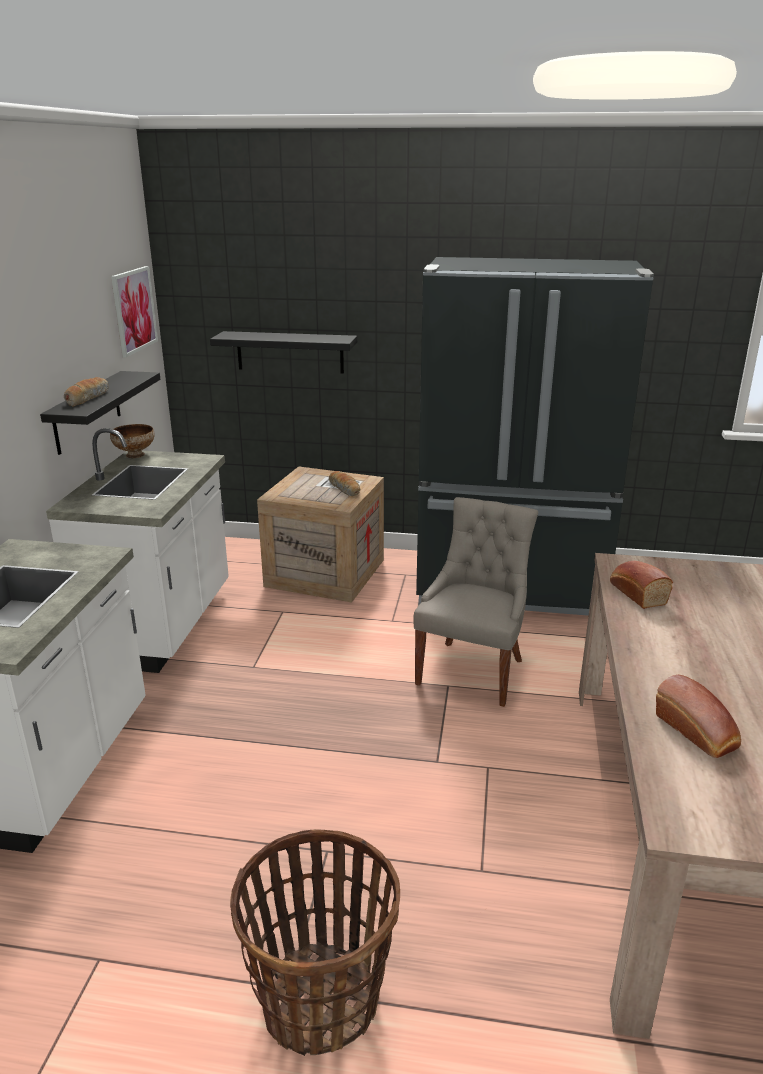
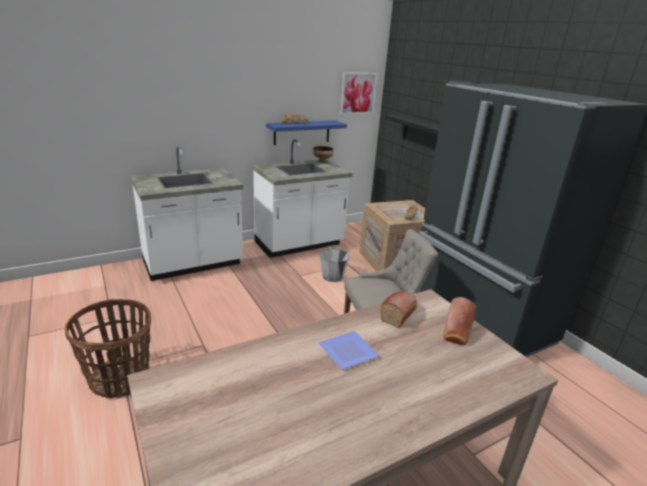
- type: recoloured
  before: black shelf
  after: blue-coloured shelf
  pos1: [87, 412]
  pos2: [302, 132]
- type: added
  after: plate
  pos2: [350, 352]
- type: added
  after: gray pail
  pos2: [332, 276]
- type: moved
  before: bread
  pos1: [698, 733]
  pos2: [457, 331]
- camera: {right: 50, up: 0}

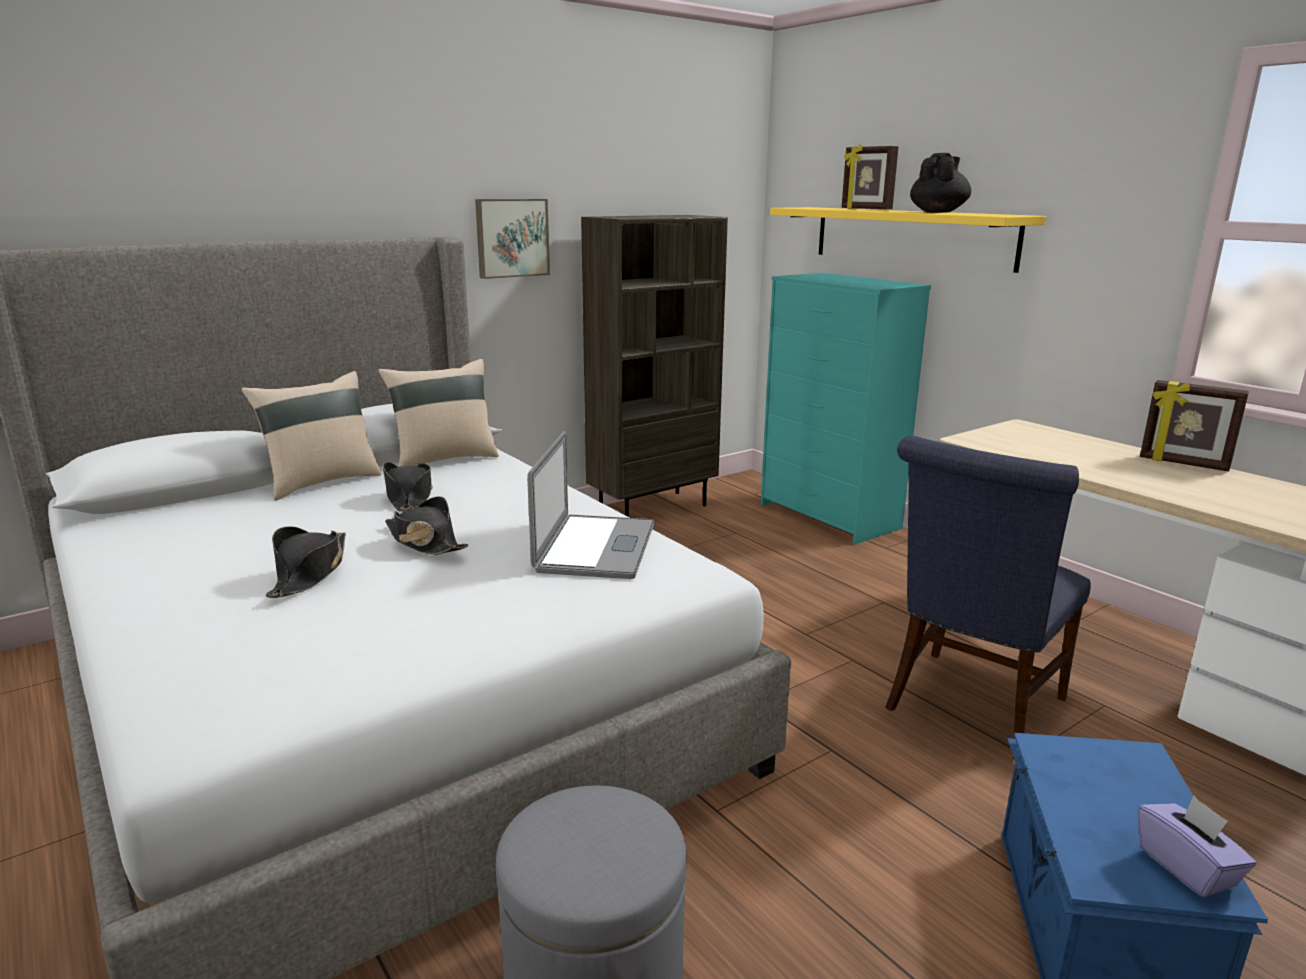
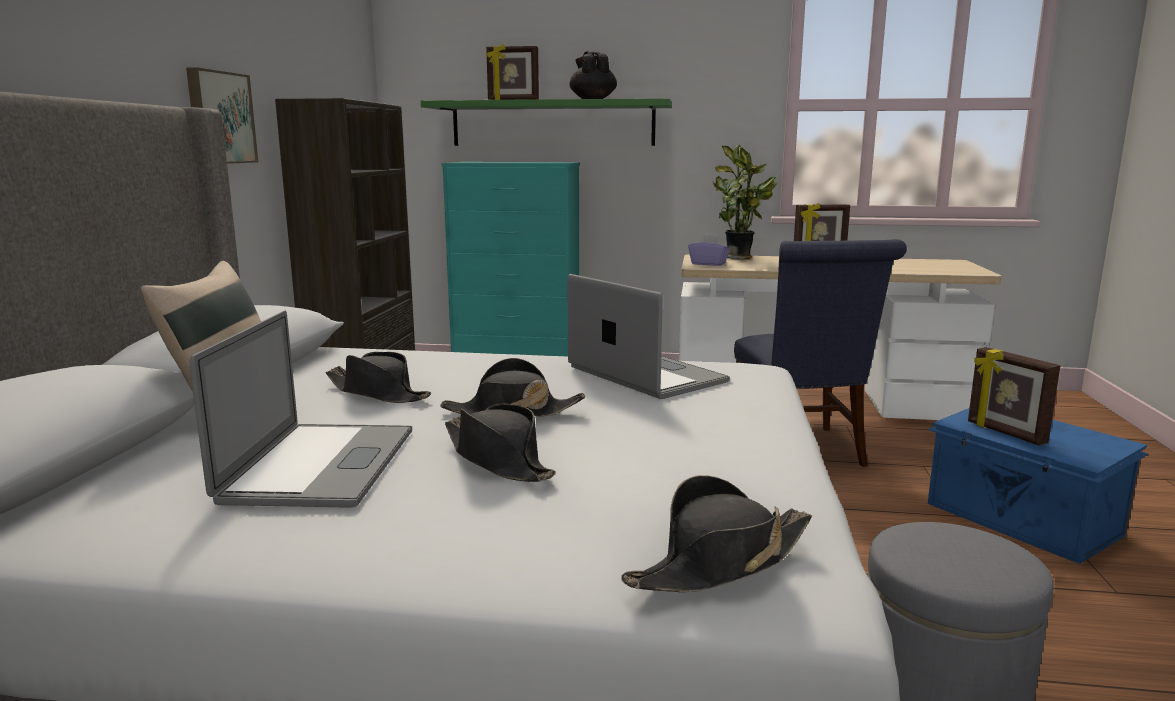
- type: added
  after: portable computer
  pos2: [320, 464]
- type: recoloured
  before: yellowish shelf
  after: greenish shelf
  pos1: [911, 237]
  pos2: [552, 124]
- type: added
  after: black clothing hat
  pos2: [720, 563]
- type: moved
  before: purple box of tissues
  pos1: [1187, 867]
  pos2: [708, 264]
- type: added
  after: houseplant
  pos2: [741, 258]
- type: added
  after: picture frame
  pos2: [1005, 433]
- type: removed
  before: beige throw pillow
  pos1: [444, 459]
- camera: {right: -45, up: -5}

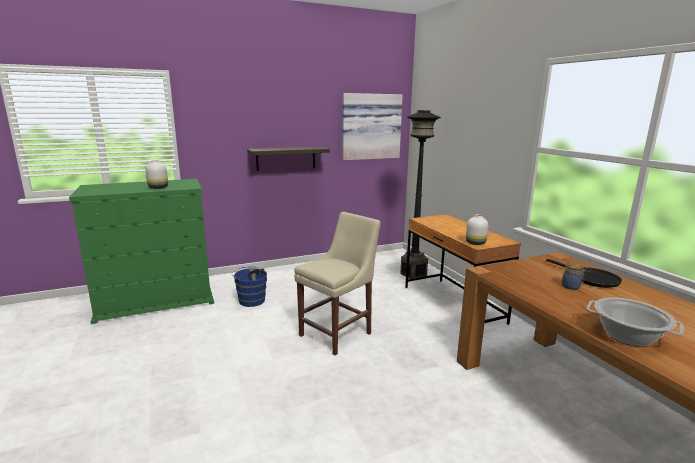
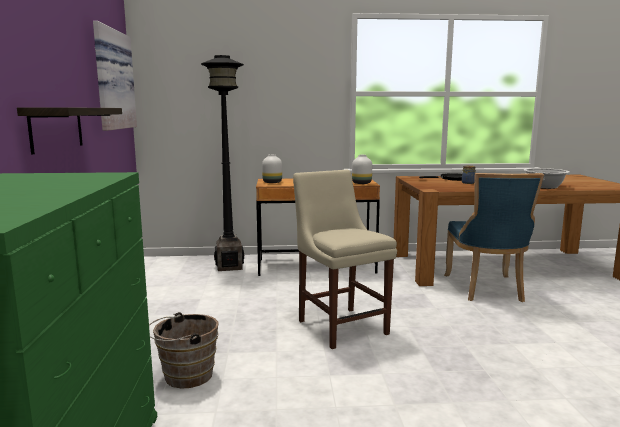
- type: recoloured
  before: blue-coloured pail
  after: brownish pail
  pos1: [251, 300]
  pos2: [184, 376]
- type: moved
  before: white vase
  pos1: [157, 188]
  pos2: [272, 182]
- type: added
  after: blue-coloured upright chair
  pos2: [486, 289]
- camera: {right: -70, up: -5}

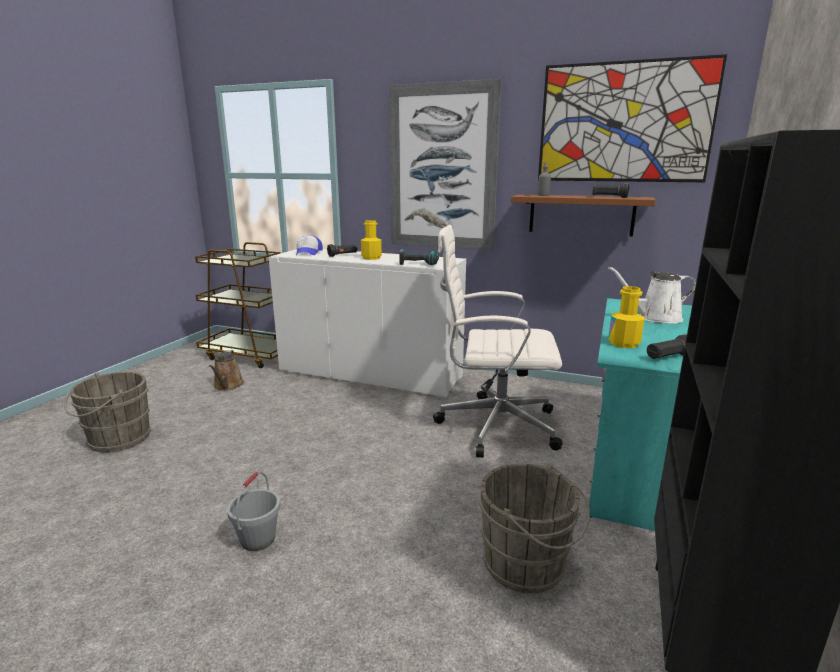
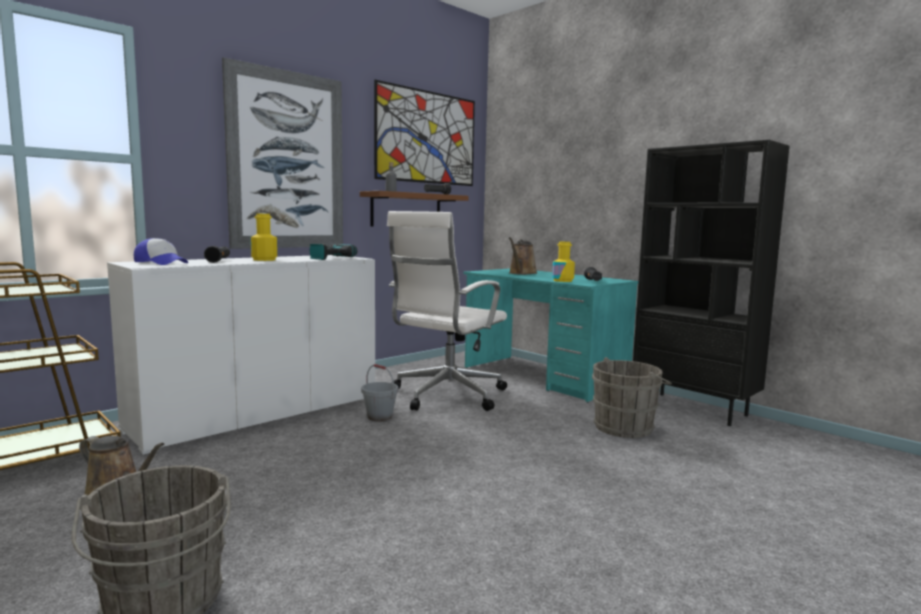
- type: moved
  before: gray pail
  pos1: [257, 539]
  pos2: [379, 417]
- type: recoloured
  before: white watering pot
  after: brownish watering pot
  pos1: [655, 318]
  pos2: [521, 273]
- camera: {right: -65, up: -10}

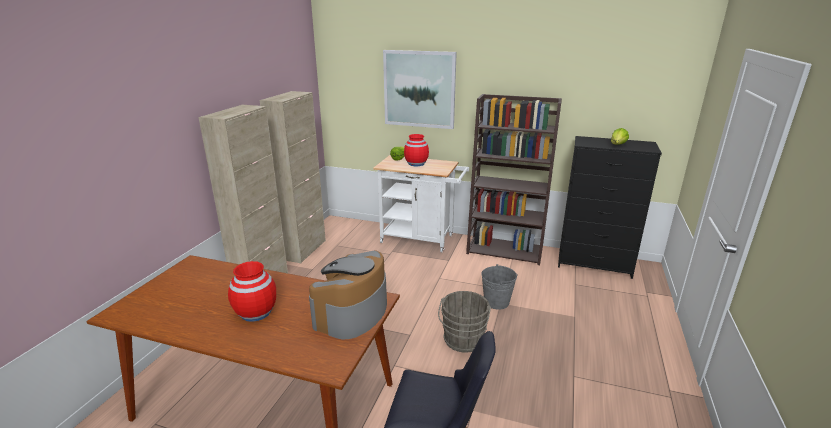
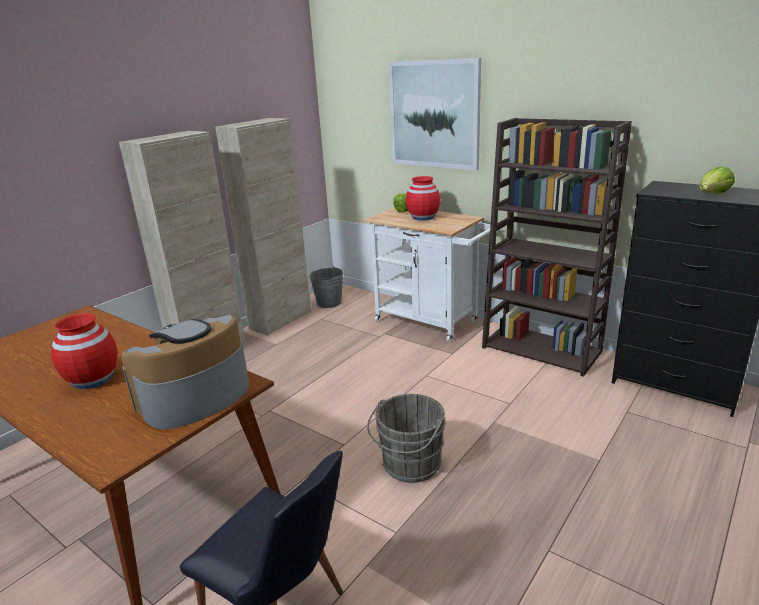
- type: moved
  before: gray pail
  pos1: [496, 302]
  pos2: [329, 302]
- camera: {right: 20, up: 0}

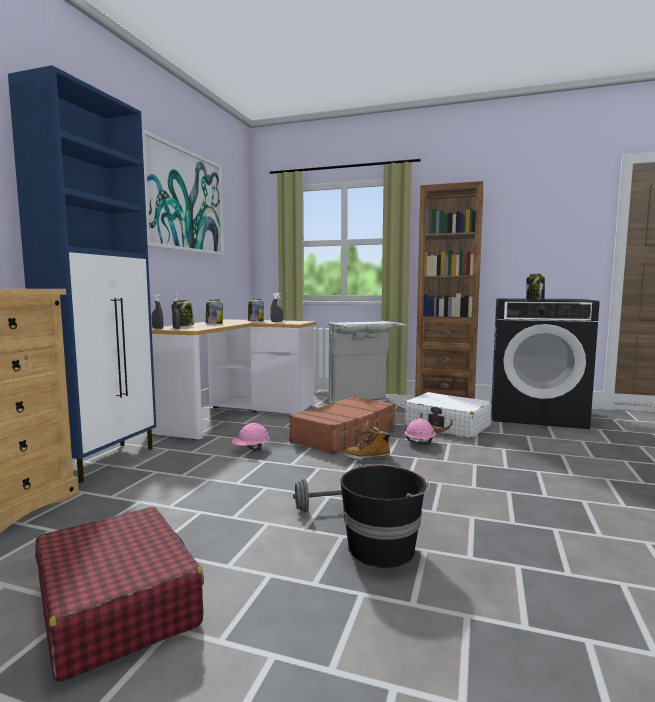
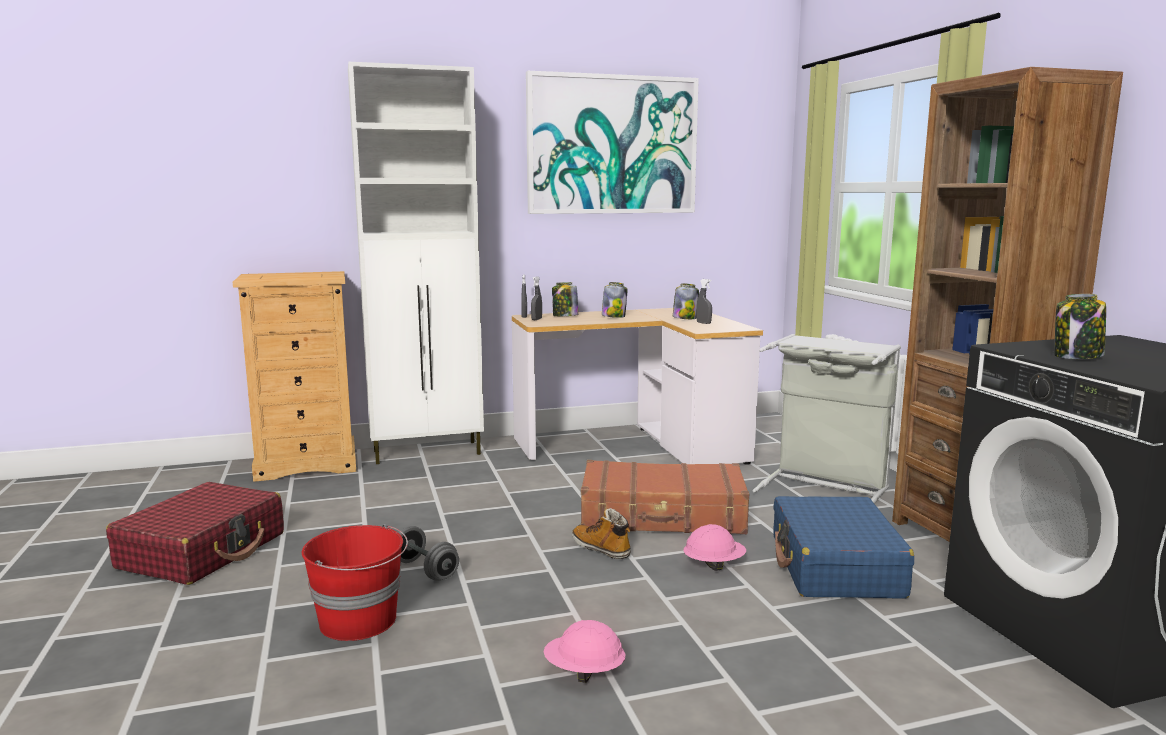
- type: recoloured
  before: black pail
  after: red-coloured pail
  pos1: [383, 548]
  pos2: [360, 621]
- type: recoloured
  before: blue-coloured cabinet
  after: white cabinet
  pos1: [105, 461]
  pos2: [428, 452]
- type: moved
  before: pinkish work helmet
  pos1: [251, 449]
  pos2: [584, 672]
- type: recoloured
  before: white suitcase
  after: blue-coloured suitcase
  pos1: [447, 426]
  pos2: [835, 566]
- camera: {right: 55, up: 5}

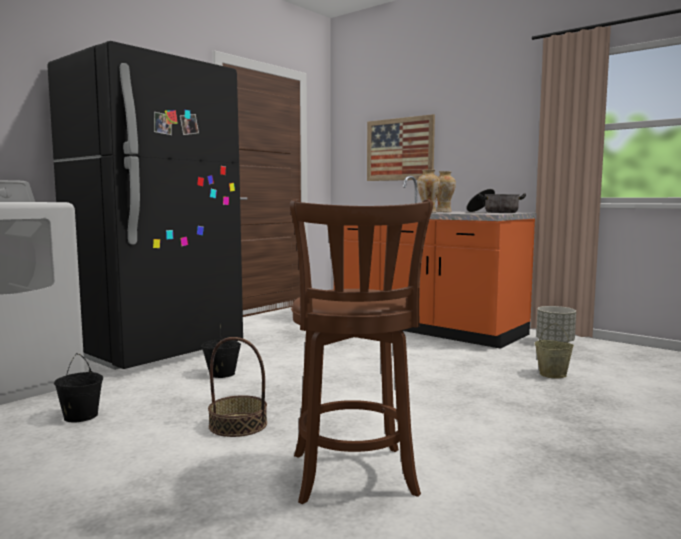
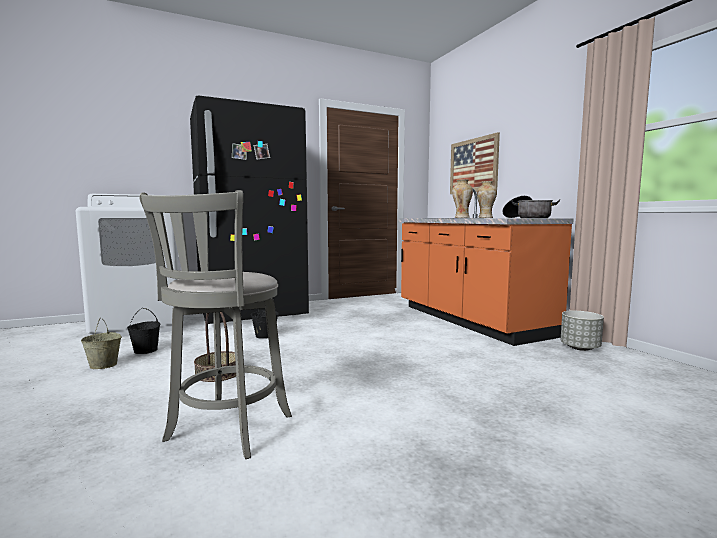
- type: moved
  before: beige pail
  pos1: [553, 374]
  pos2: [104, 365]
- type: recoloured
  before: brownish sitting stool
  after: gray sitting stool
  pos1: [354, 478]
  pos2: [226, 431]
- camera: {right: 25, up: 0}

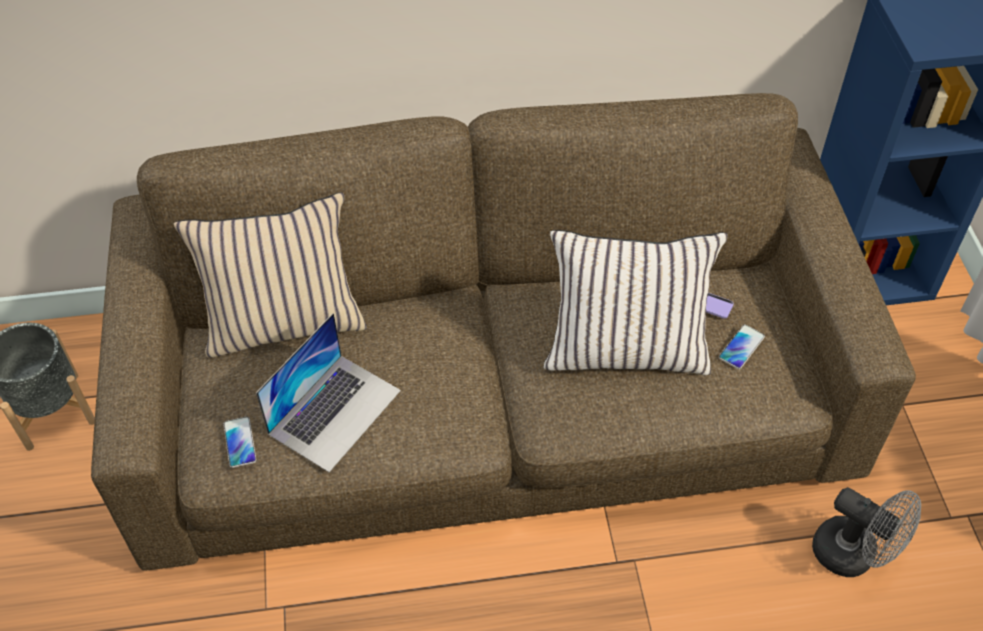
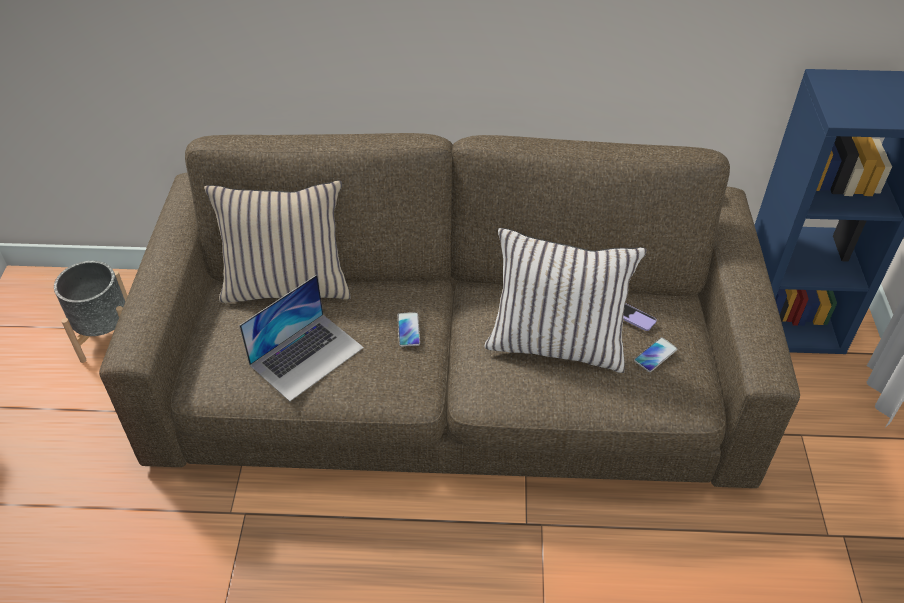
- type: moved
  before: telephone
  pos1: [240, 442]
  pos2: [408, 330]
- type: removed
  before: gray electric fan
  pos1: [853, 555]
- camera: {right: 10, up: -5}

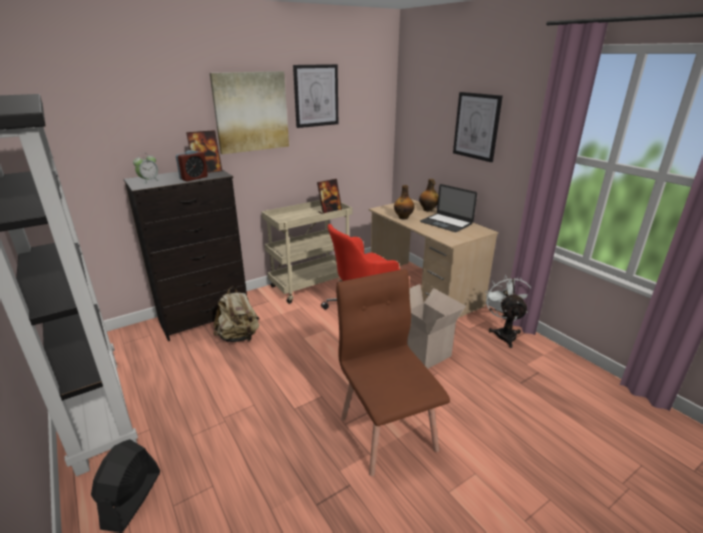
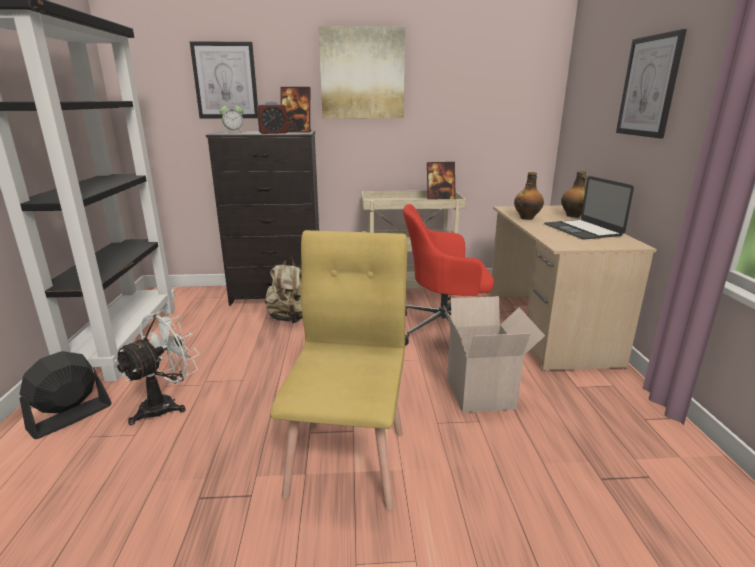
- type: moved
  before: white electric fan
  pos1: [504, 333]
  pos2: [166, 404]
- type: moved
  before: picture
  pos1: [316, 96]
  pos2: [225, 81]
- type: recoloured
  before: brownish upright chair
  after: yellowish upright chair
  pos1: [388, 432]
  pos2: [348, 461]
- camera: {right: 30, up: -5}

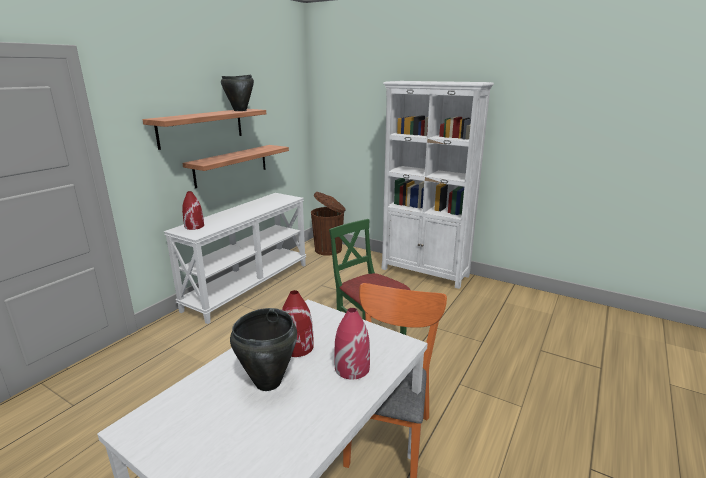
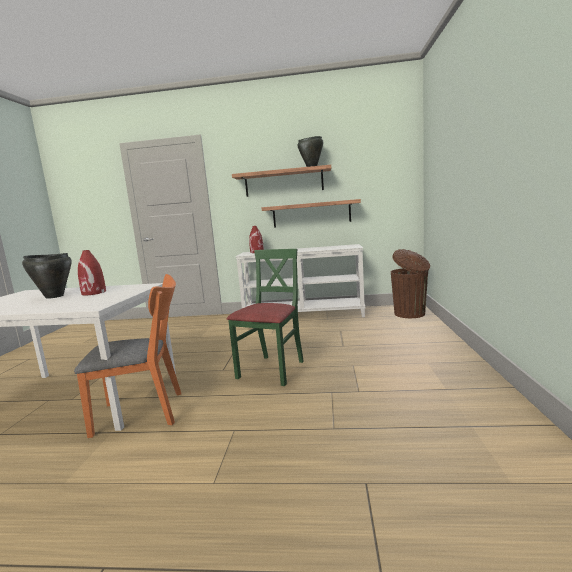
- type: removed
  before: red-coloured vase
  pos1: [352, 368]
- type: removed
  before: white bookshelf
  pos1: [425, 272]
- camera: {right: 65, up: -10}

